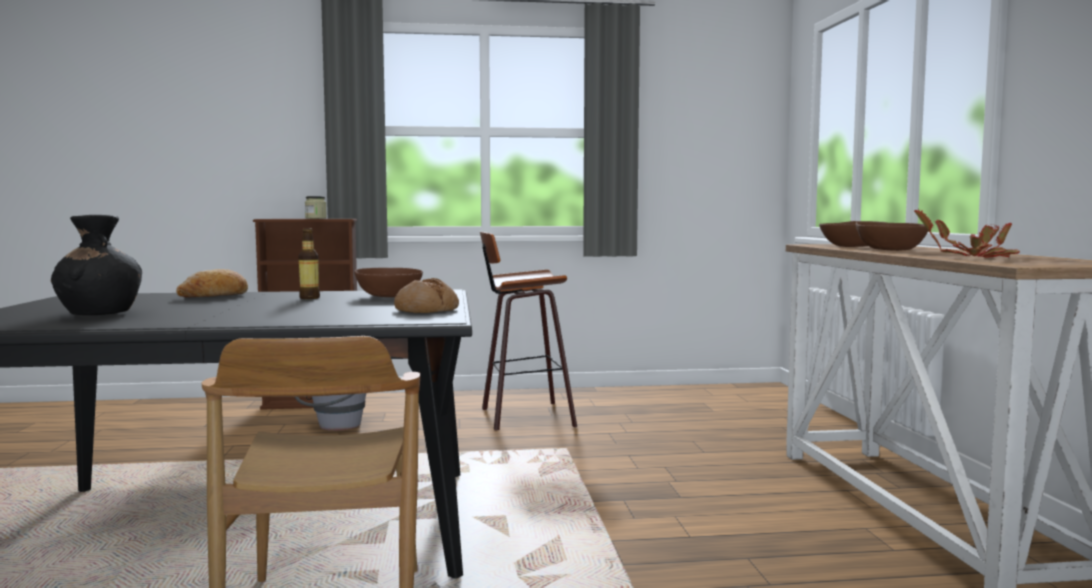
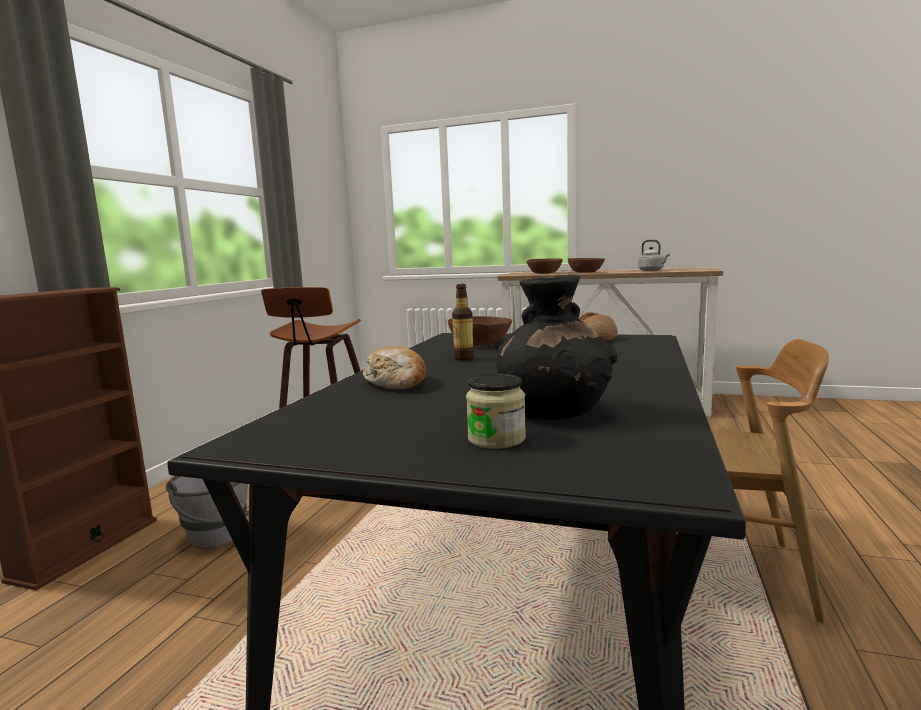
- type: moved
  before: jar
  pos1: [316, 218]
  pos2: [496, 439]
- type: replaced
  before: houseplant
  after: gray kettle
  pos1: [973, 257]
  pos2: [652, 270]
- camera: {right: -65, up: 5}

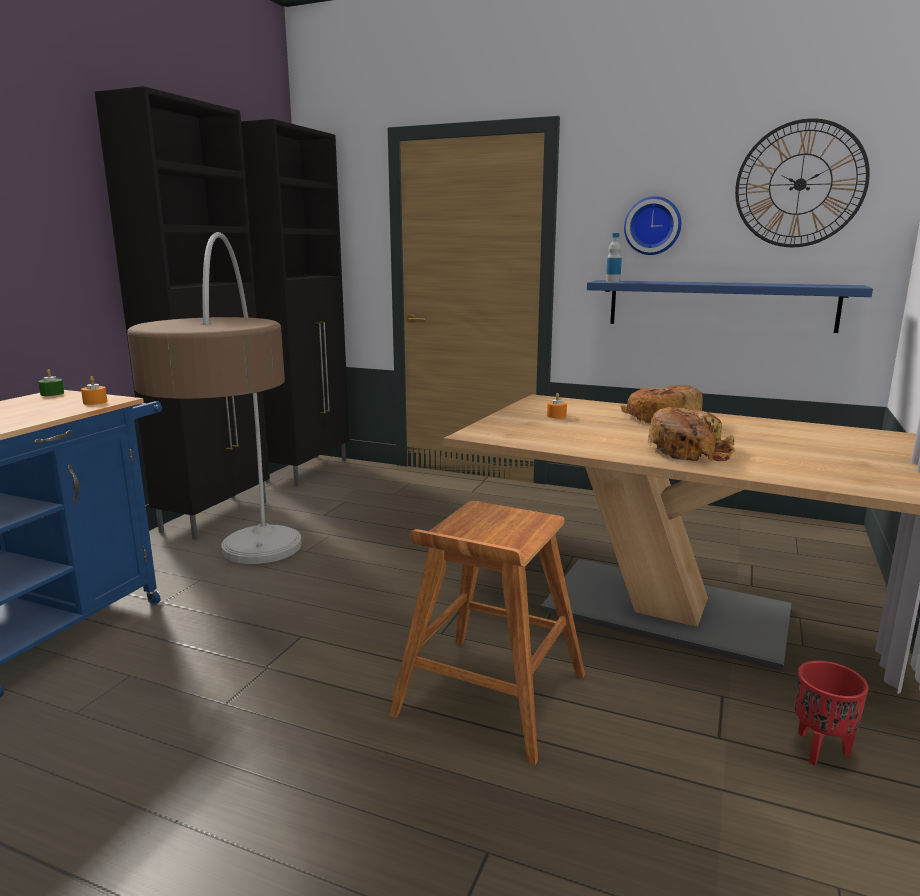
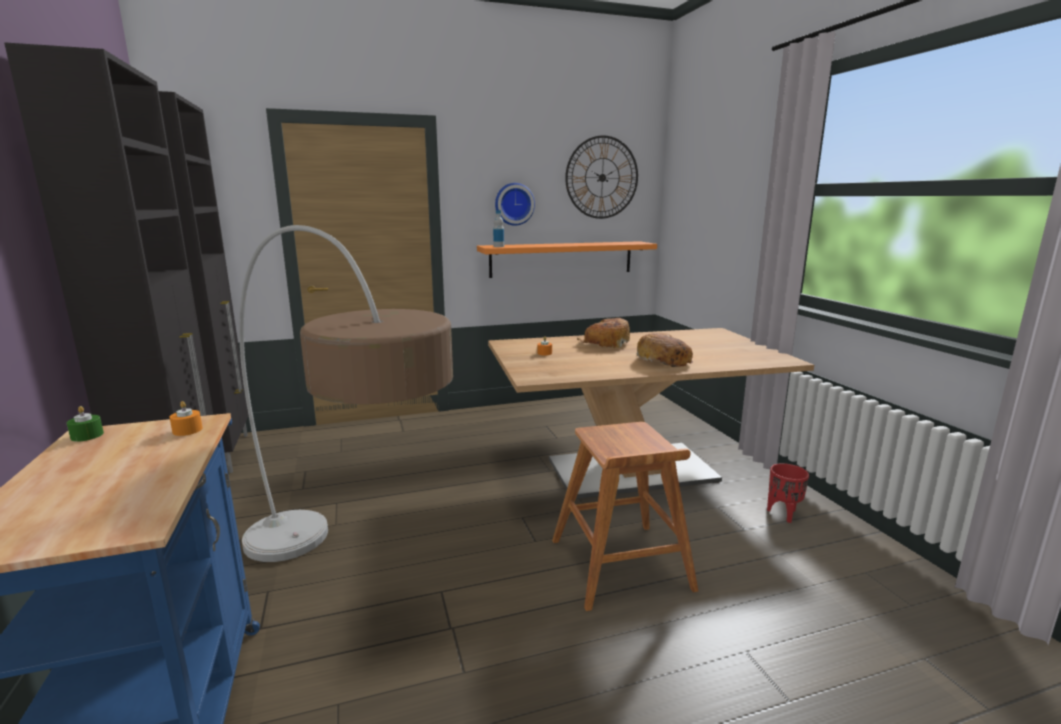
- type: recoloured
  before: blue-coloured shelf
  after: orange shelf
  pos1: [720, 305]
  pos2: [562, 259]
- camera: {right: -40, up: 0}

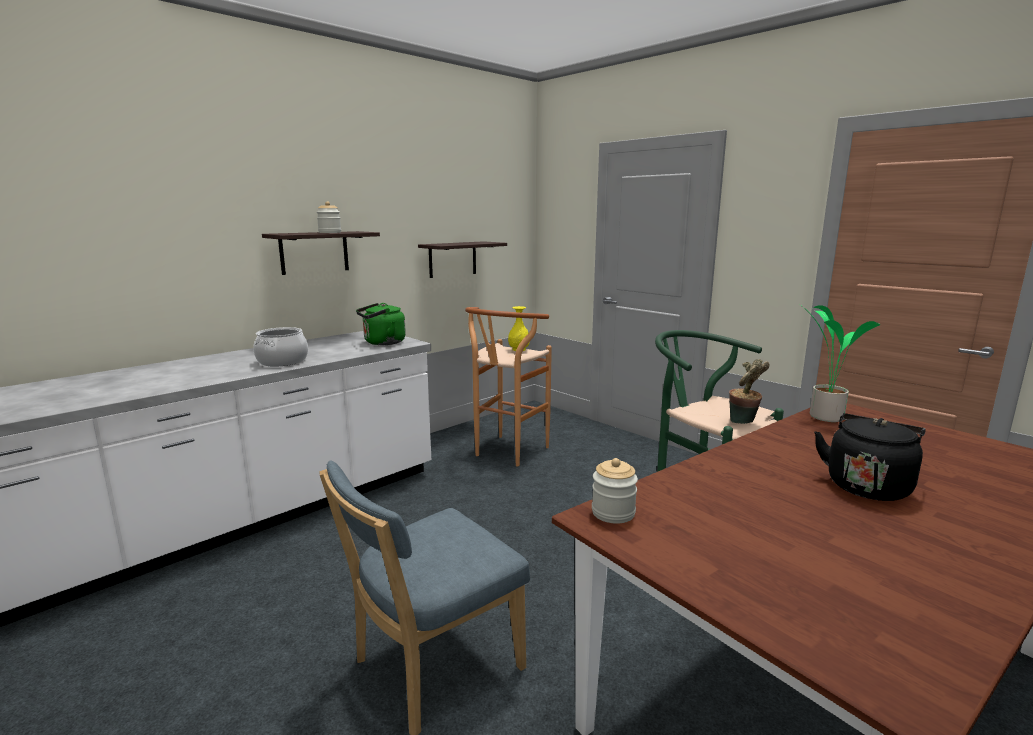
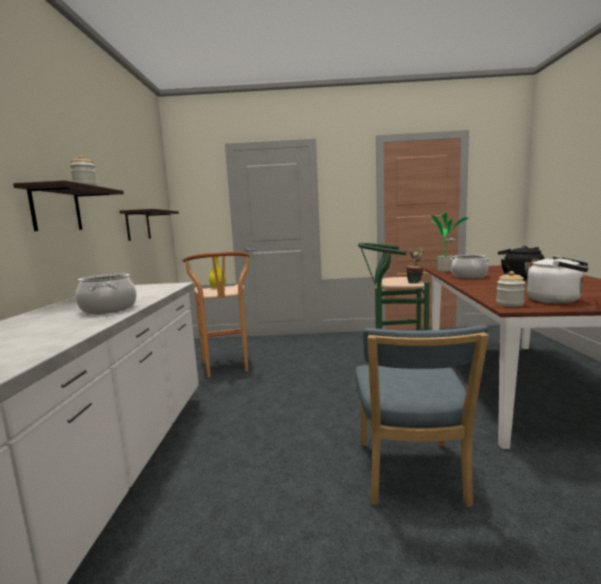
- type: added
  after: cooking pot
  pos2: [468, 276]
- type: added
  after: white kettle
  pos2: [557, 300]
- type: removed
  before: greenish kettle
  pos1: [382, 343]
- camera: {right: -45, up: -5}

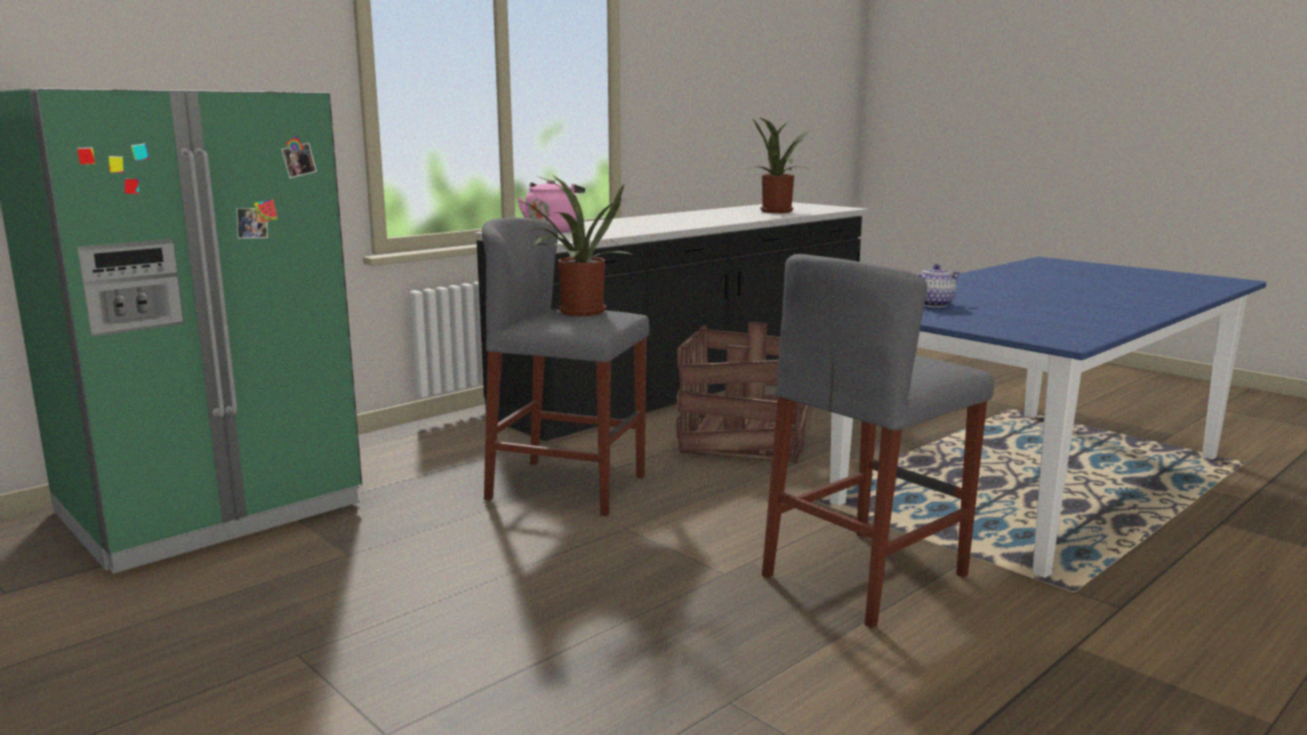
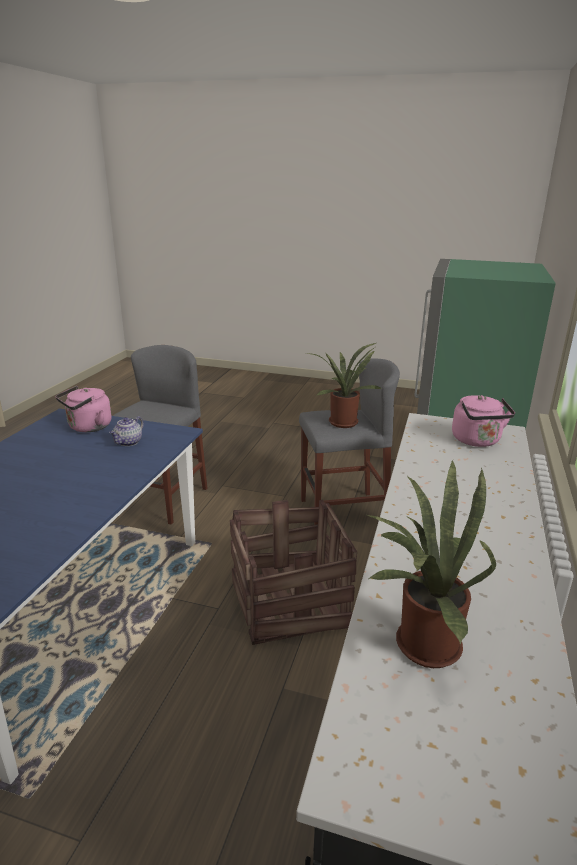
- type: added
  after: pinkish kettle
  pos2: [88, 427]
- camera: {right: 150, up: 10}

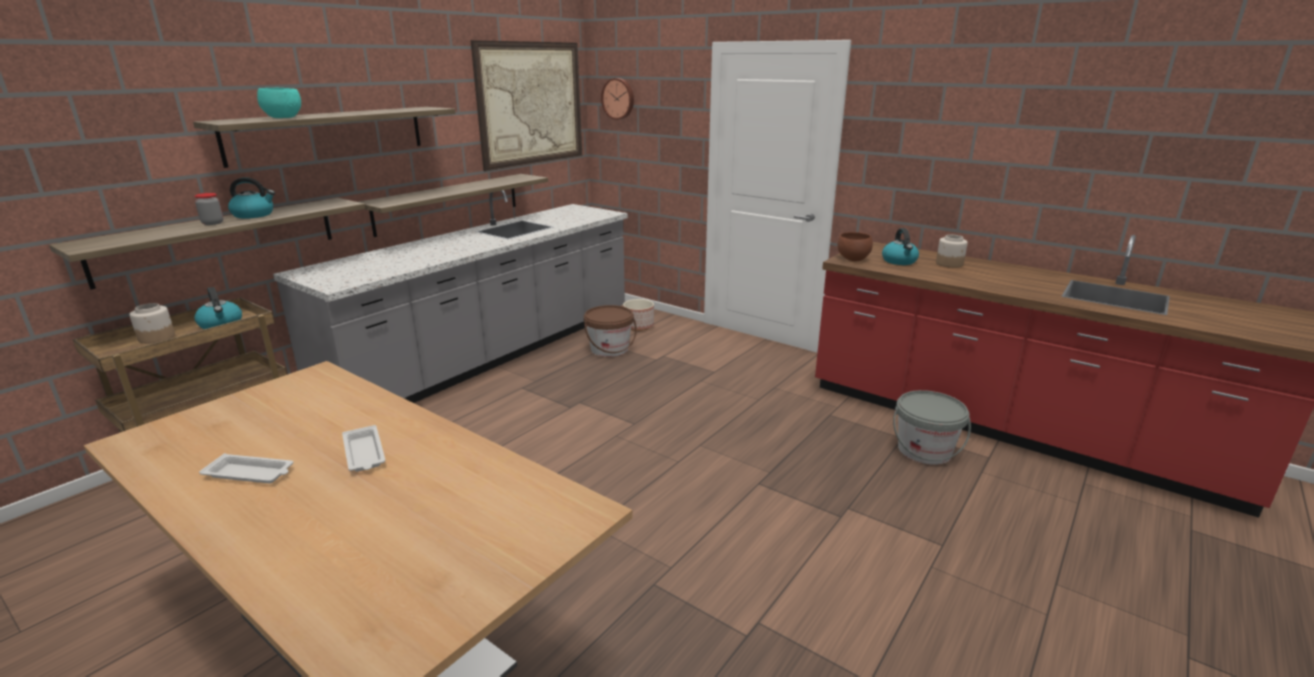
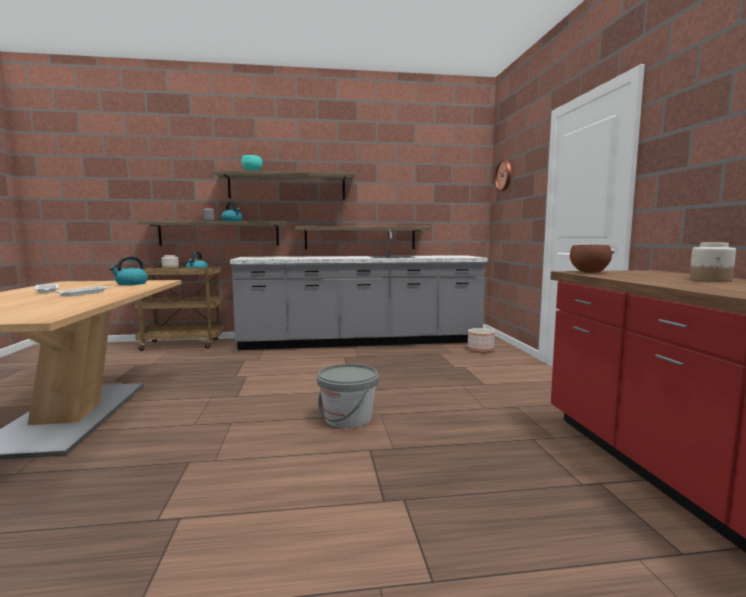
- type: moved
  before: kettle
  pos1: [899, 261]
  pos2: [131, 284]
- type: moved
  before: gray pail
  pos1: [924, 450]
  pos2: [348, 418]
- type: removed
  before: picture
  pos1: [531, 104]
- type: removed
  before: brownish pail
  pos1: [609, 349]
- camera: {right: 45, up: -15}

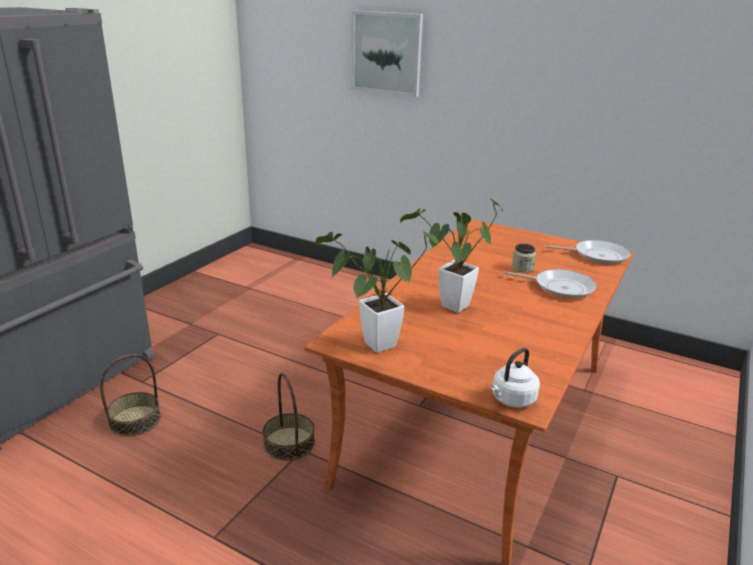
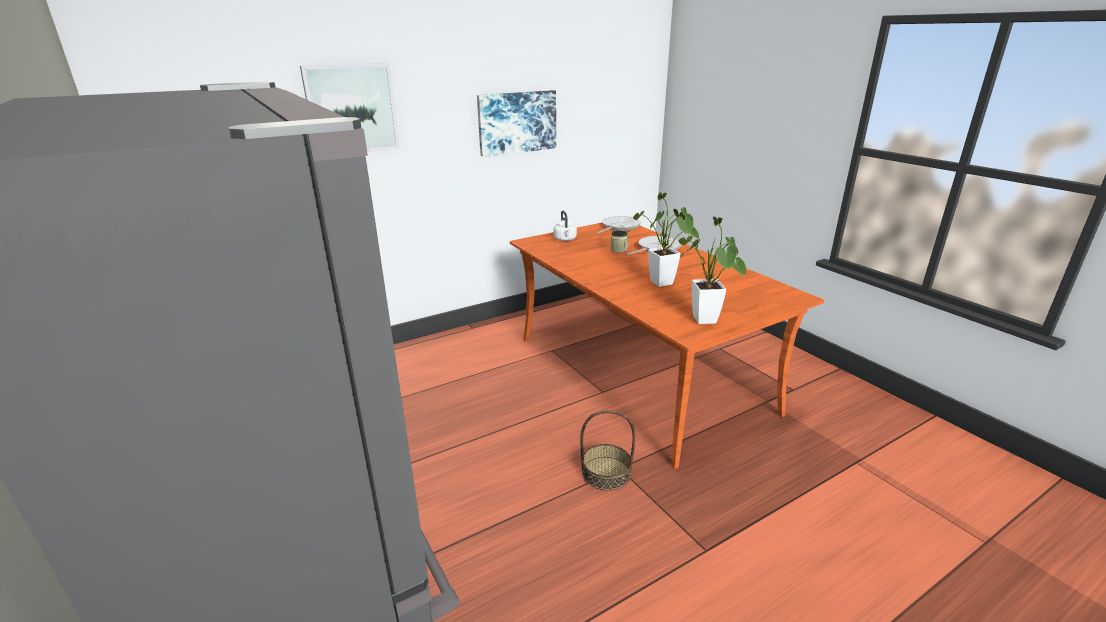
- type: added
  after: picture
  pos2: [517, 122]
- type: moved
  before: white kettle
  pos1: [512, 400]
  pos2: [565, 239]
- type: removed
  before: basket
  pos1: [135, 420]
- camera: {right: -60, up: 0}

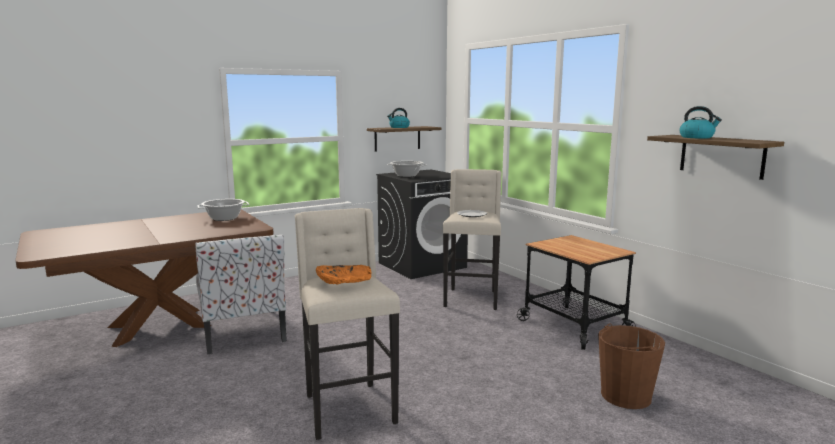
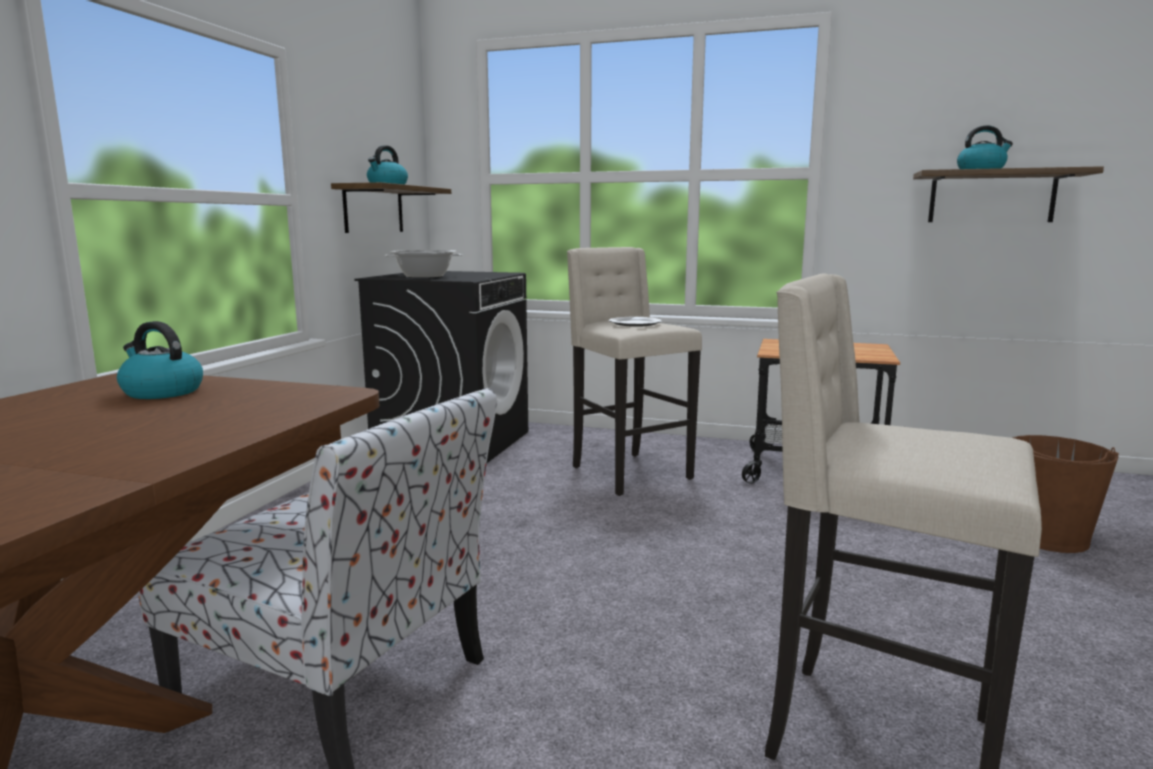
- type: replaced
  before: cooking pot
  after: kettle
  pos1: [224, 218]
  pos2: [161, 392]
- type: removed
  before: orange deep dish
  pos1: [344, 282]
- camera: {right: -40, up: 0}

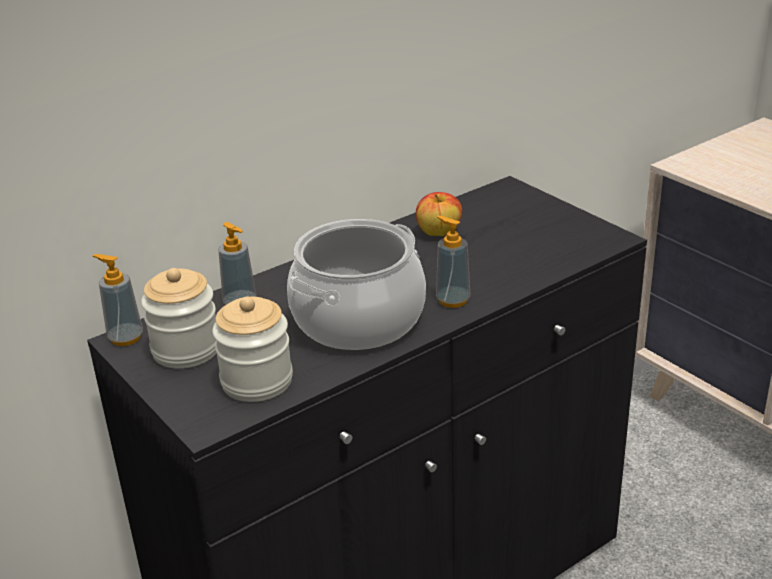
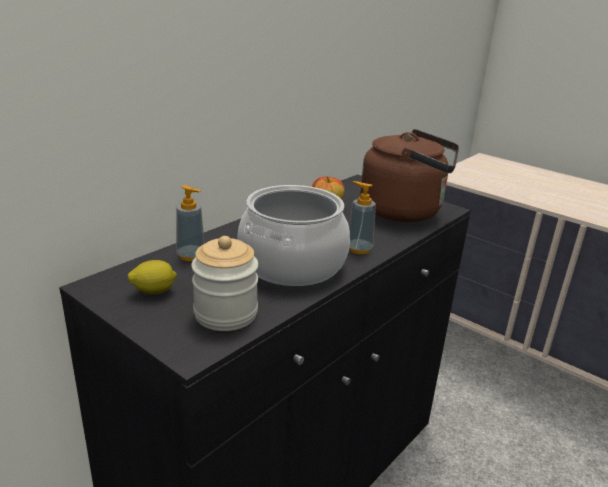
- type: replaced
  before: jar
  after: citrus fruit
  pos1: [186, 350]
  pos2: [154, 291]
- type: added
  after: brownish kettle
  pos2: [405, 211]
- type: removed
  before: soap bottle
  pos1: [125, 338]
- camera: {right: -15, up: -5}

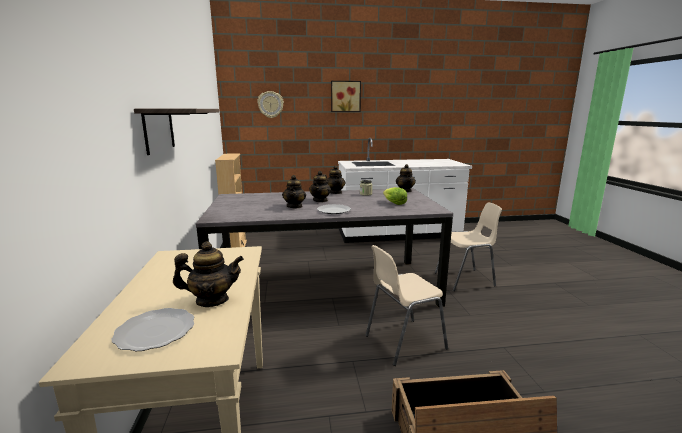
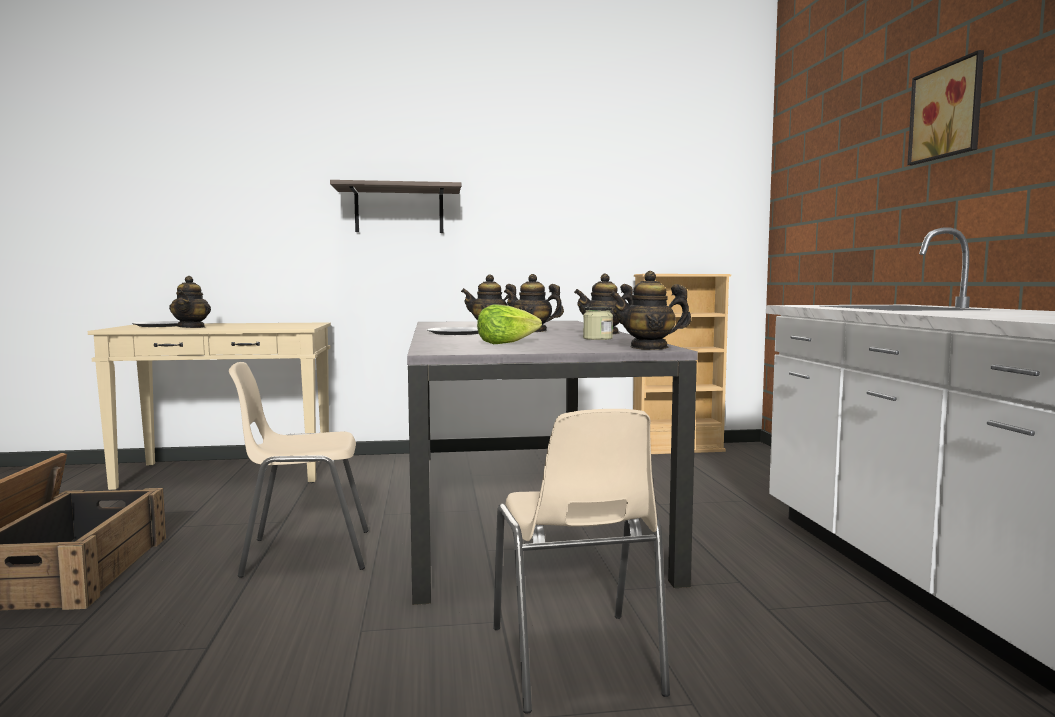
- type: turned
  before: beige upright chair
  pos1: [402, 342]
  pos2: [304, 553]
  turn: -75
- type: removed
  before: wall clock
  pos1: [270, 104]
- camera: {right: 90, up: -10}

